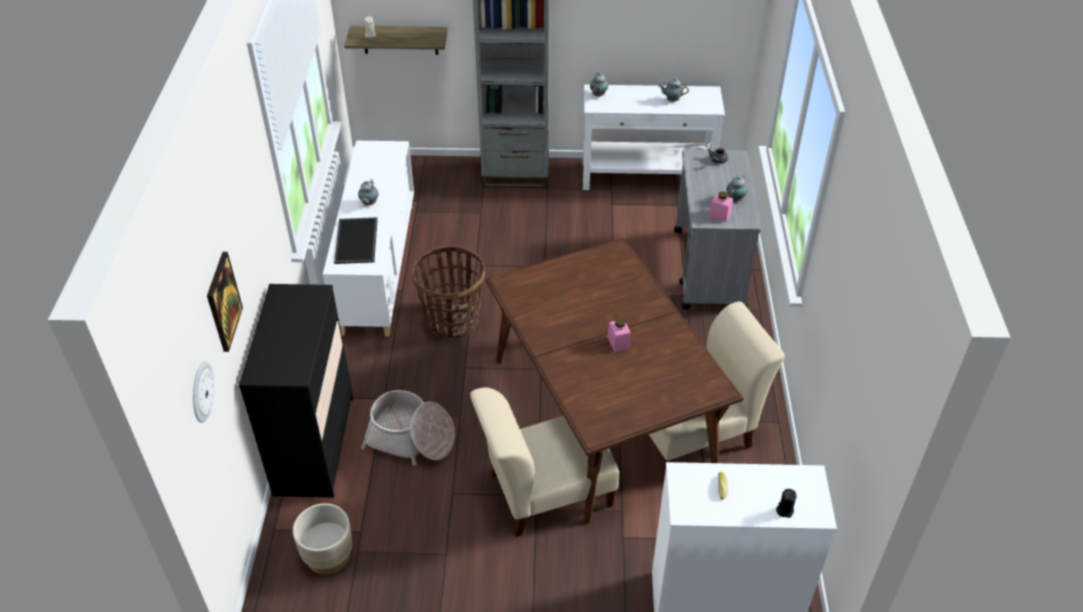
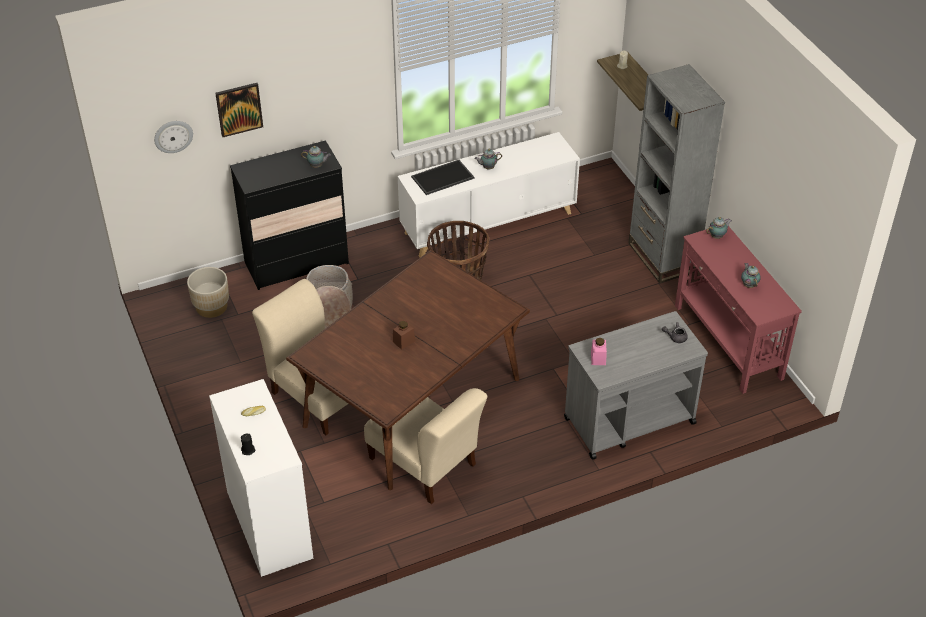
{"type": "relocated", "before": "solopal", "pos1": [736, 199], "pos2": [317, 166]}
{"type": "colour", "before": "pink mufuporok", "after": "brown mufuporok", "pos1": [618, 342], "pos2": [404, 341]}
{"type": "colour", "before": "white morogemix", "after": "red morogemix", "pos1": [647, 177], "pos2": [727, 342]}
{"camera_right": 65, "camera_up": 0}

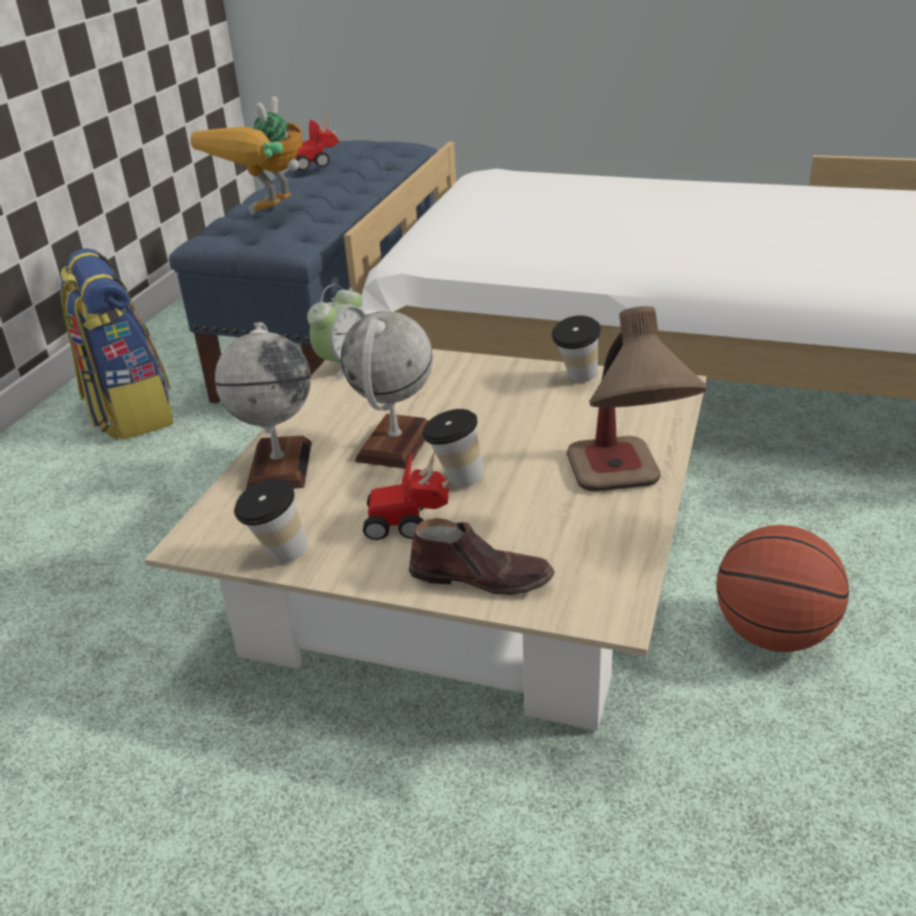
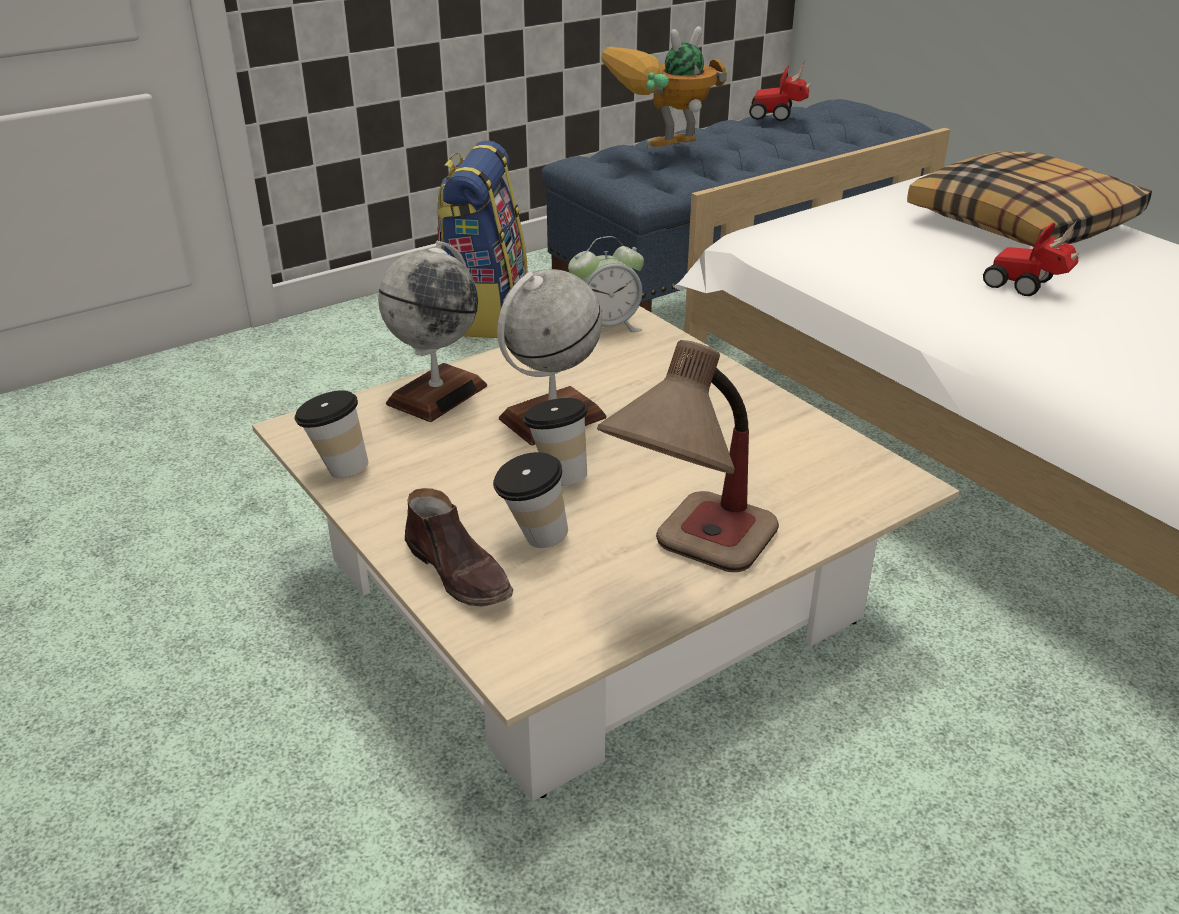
{"type": "relocated", "before": "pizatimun", "pos1": [576, 379], "pos2": [532, 539]}
{"type": "appeared", "after": "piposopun", "pos2": [1023, 225]}
{"type": "relocated", "before": "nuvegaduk", "pos1": [409, 523], "pos2": [1027, 287]}
{"type": "missing", "before": "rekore", "pos1": [773, 634]}
{"camera_right": 35, "camera_up": 0}

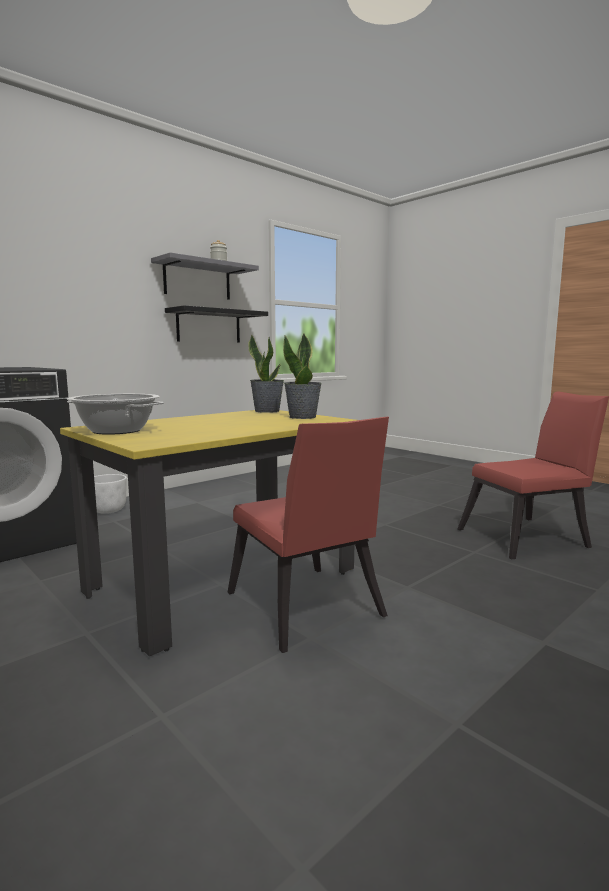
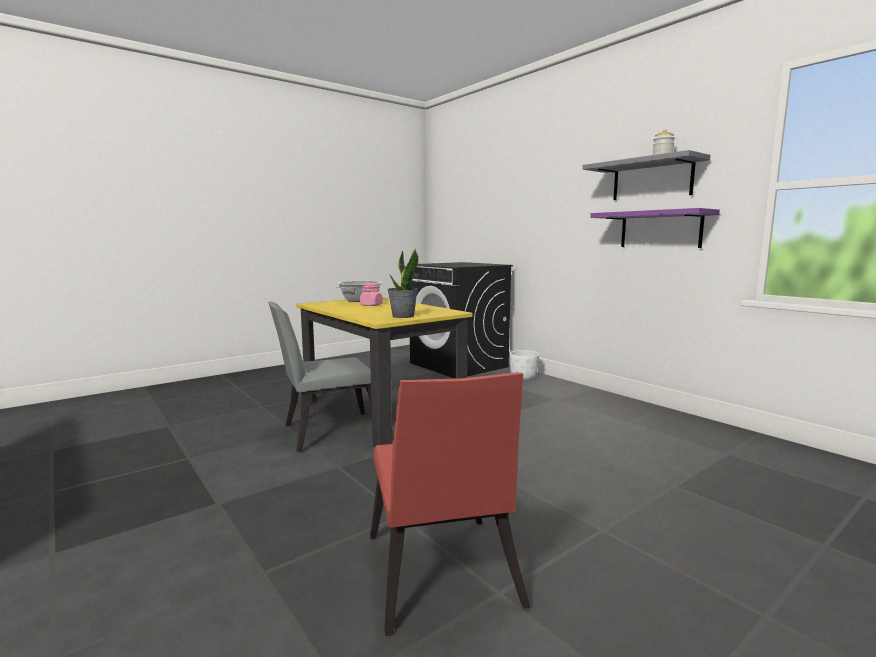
{"type": "colour", "before": "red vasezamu", "after": "grey vasezamu", "pos1": [306, 610], "pos2": [326, 432]}
{"type": "appeared", "after": "pink mufuporok", "pos2": [371, 305]}
{"type": "colour", "before": "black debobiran", "after": "purple debobiran", "pos1": [209, 326], "pos2": [660, 229]}
{"type": "missing", "before": "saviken", "pos1": [267, 411]}
{"camera_right": 95, "camera_up": 0}

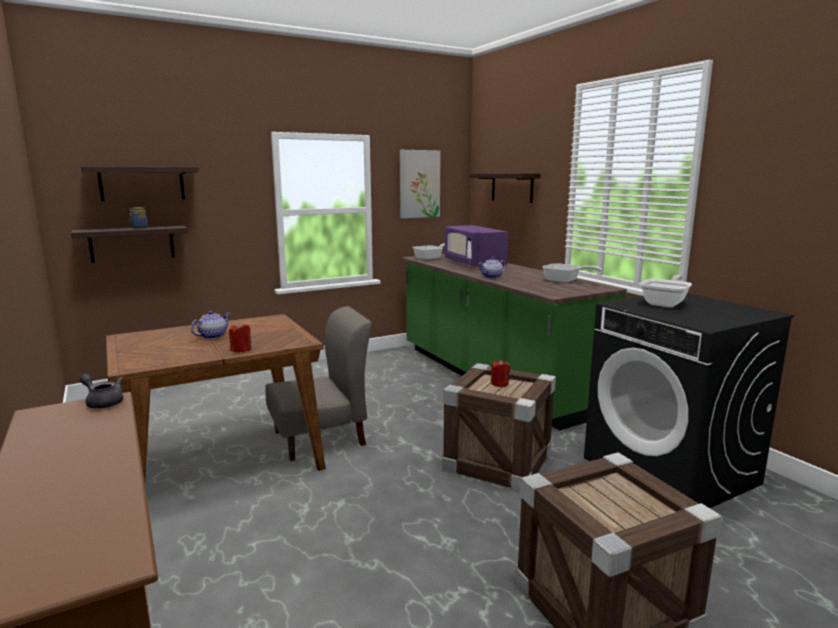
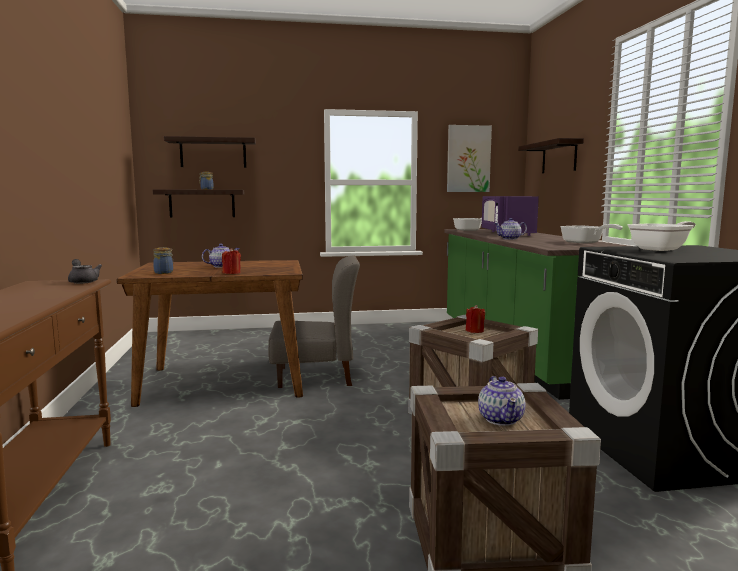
{"type": "appeared", "after": "mufuporok", "pos2": [164, 272]}
{"type": "appeared", "after": "solopal", "pos2": [501, 419]}
{"camera_right": 20, "camera_up": -5}

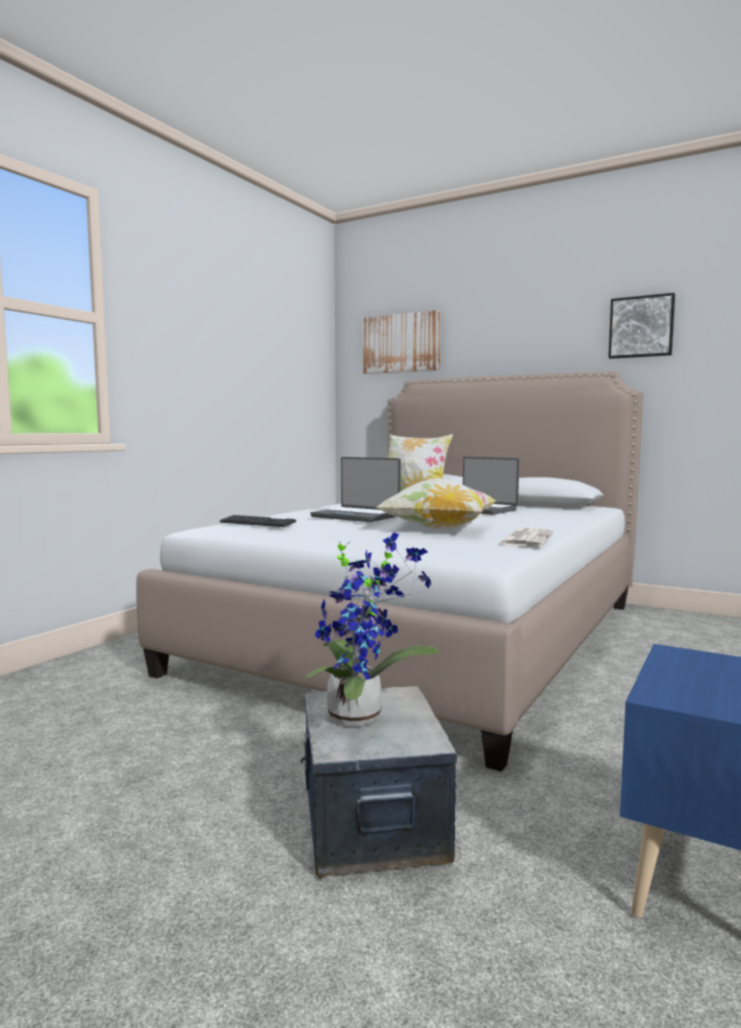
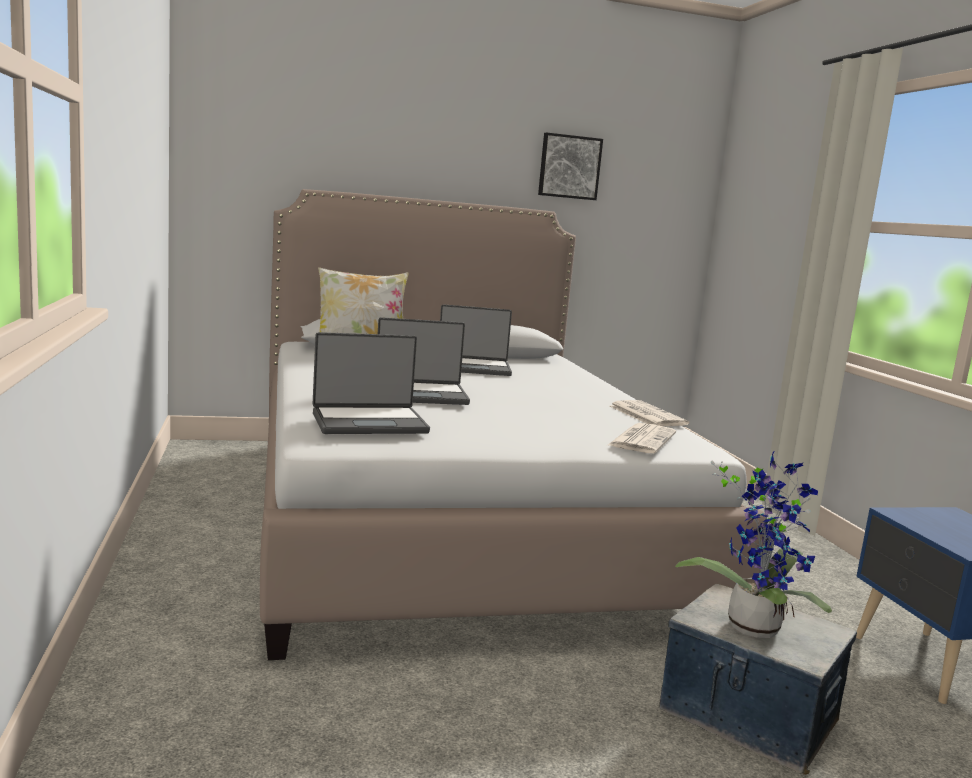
{"type": "exchanged", "before": "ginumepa", "after": "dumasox", "pos1": [257, 523], "pos2": [369, 422]}
{"type": "appeared", "after": "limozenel", "pos2": [642, 439]}
{"type": "missing", "before": "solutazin", "pos1": [401, 343]}
{"type": "missing", "before": "piposopun", "pos1": [438, 529]}
{"camera_right": -45, "camera_up": 5}

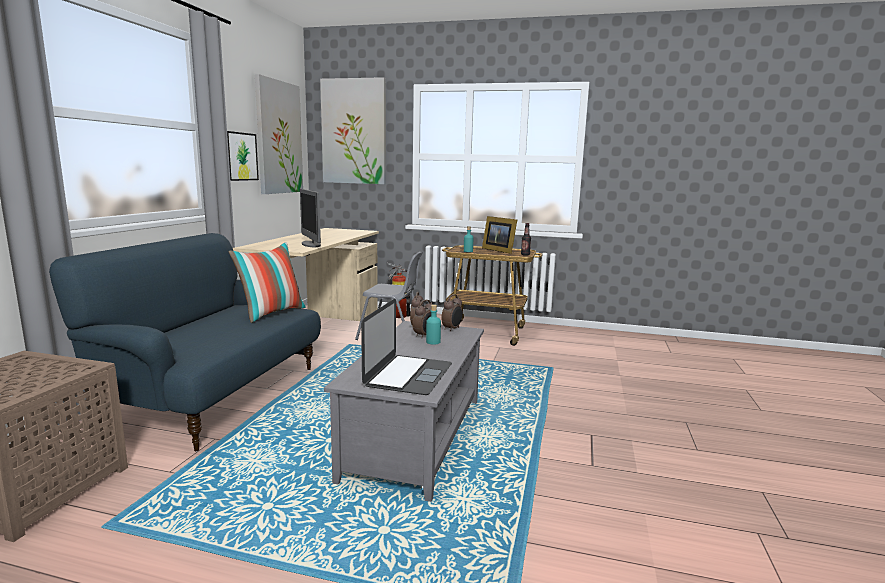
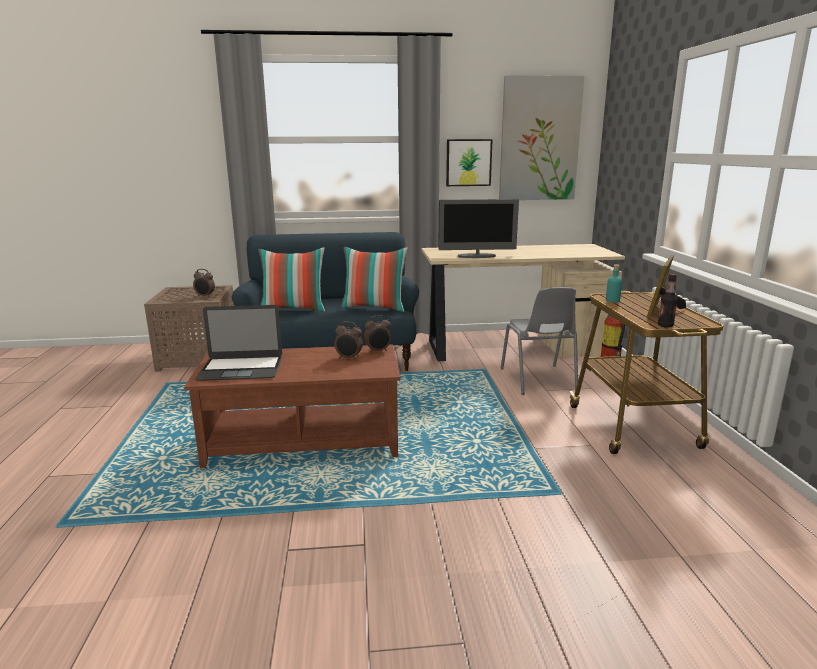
{"type": "colour", "before": "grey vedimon", "after": "brown vedimon", "pos1": [414, 437], "pos2": [304, 441]}
{"type": "relocated", "before": "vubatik", "pos1": [452, 329], "pos2": [205, 296]}
{"type": "appeared", "after": "piposopun", "pos2": [294, 309]}
{"type": "spun", "before": "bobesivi", "pos1": [311, 244], "pos2": [477, 256], "turn": -135}
{"type": "missing", "before": "solutazin", "pos1": [354, 132]}
{"type": "missing", "before": "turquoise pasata", "pos1": [433, 342]}
{"camera_right": 70, "camera_up": 5}

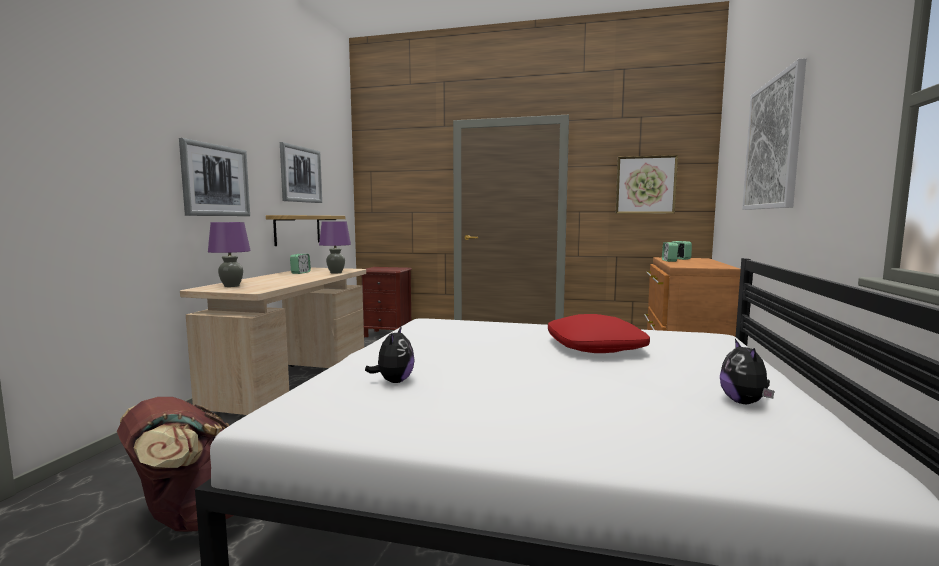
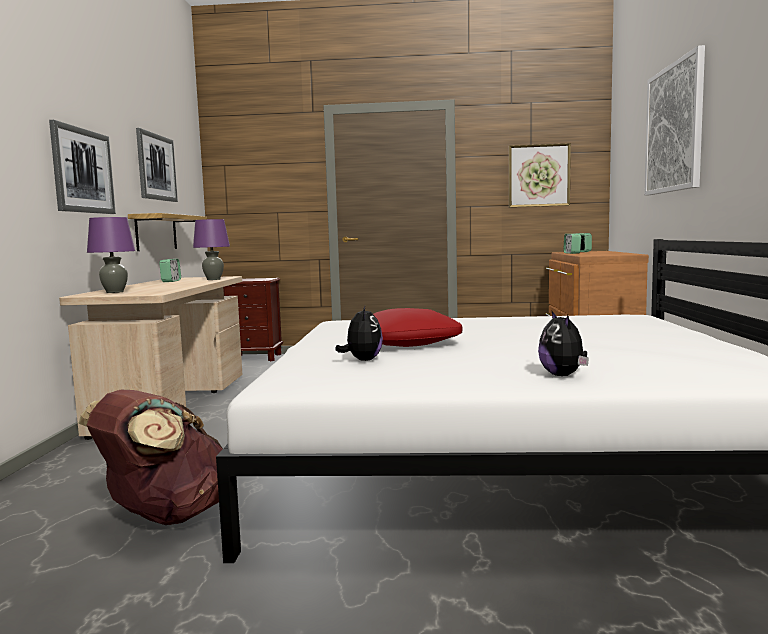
{"type": "relocated", "before": "red piposopun", "pos1": [595, 346], "pos2": [408, 342]}
{"type": "relocated", "before": "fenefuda", "pos1": [744, 402], "pos2": [563, 375]}
{"camera_right": -10, "camera_up": 0}

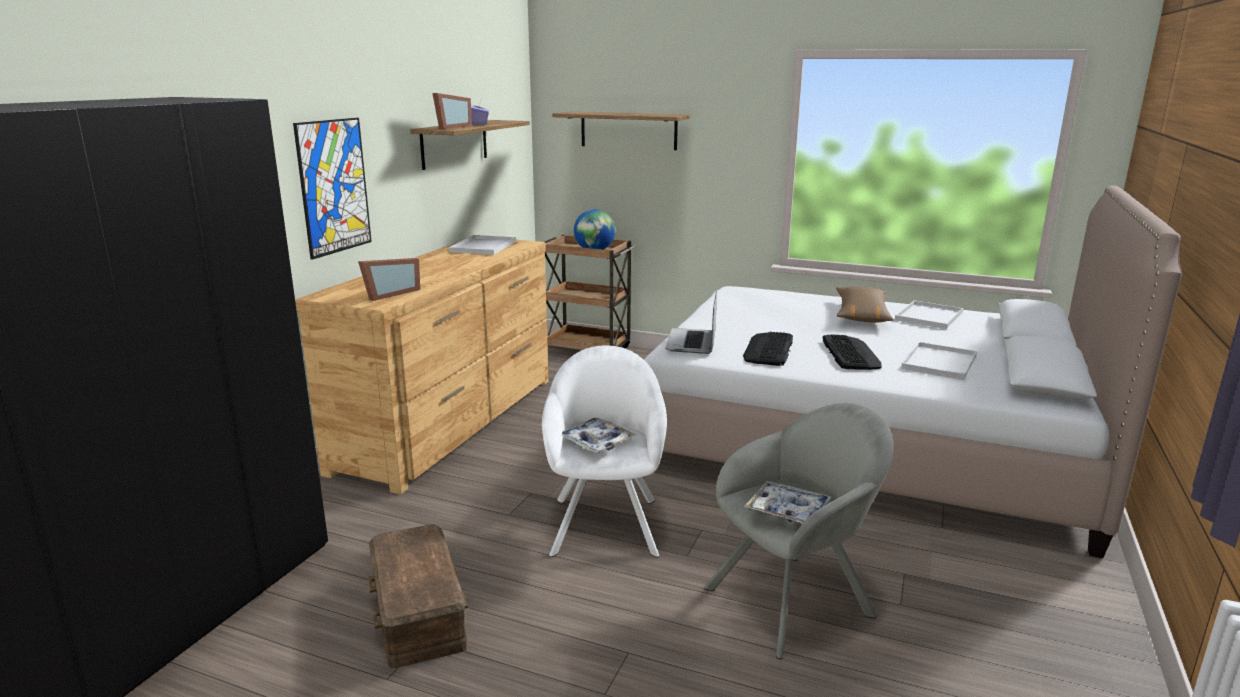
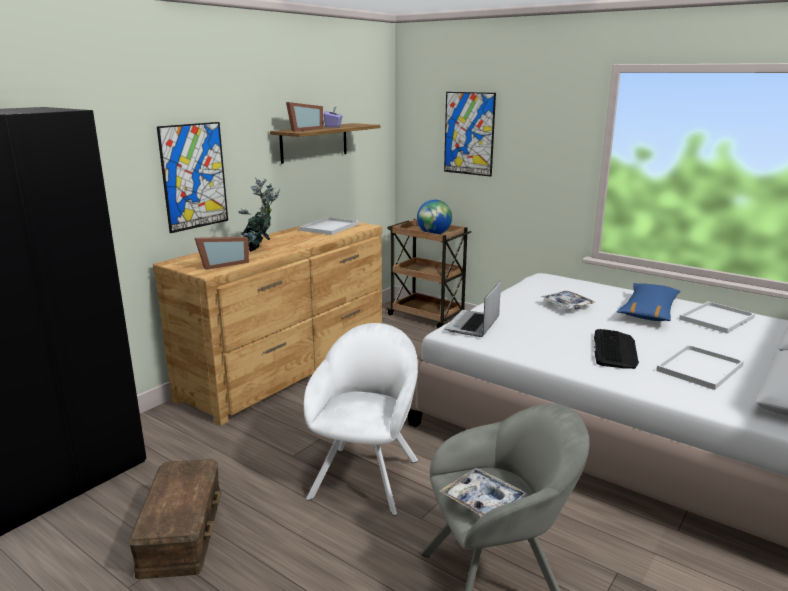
{"type": "appeared", "after": "saviken", "pos2": [259, 251]}
{"type": "exchanged", "before": "debobiran", "after": "solutazin", "pos1": [628, 130], "pos2": [469, 133]}
{"type": "relocated", "before": "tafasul", "pos1": [596, 442], "pos2": [567, 305]}
{"type": "colour", "before": "brown piposopun", "after": "blue piposopun", "pos1": [861, 315], "pos2": [649, 311]}
{"type": "missing", "before": "ginumepa", "pos1": [769, 350]}
{"camera_right": 15, "camera_up": 0}

